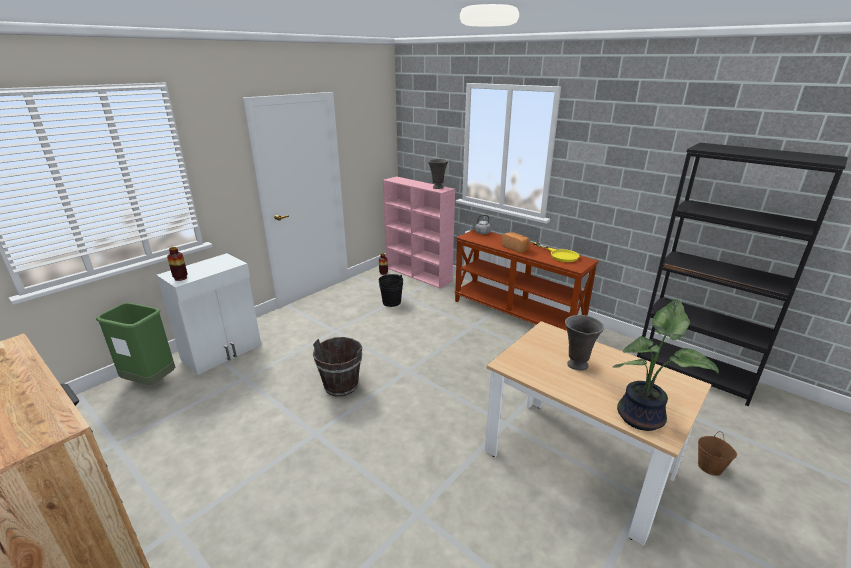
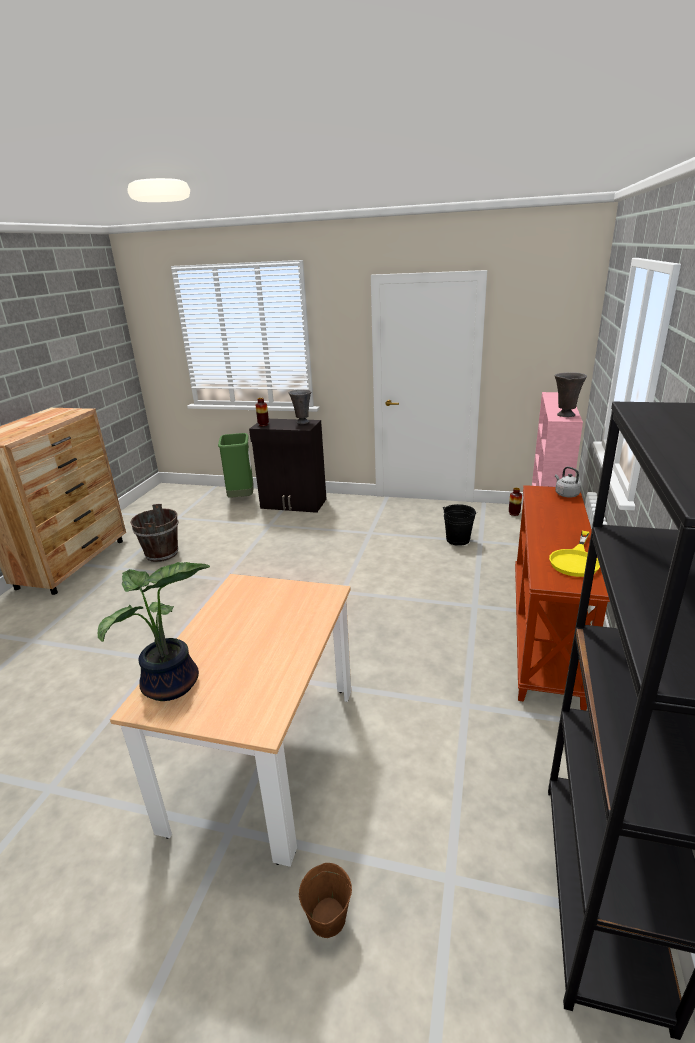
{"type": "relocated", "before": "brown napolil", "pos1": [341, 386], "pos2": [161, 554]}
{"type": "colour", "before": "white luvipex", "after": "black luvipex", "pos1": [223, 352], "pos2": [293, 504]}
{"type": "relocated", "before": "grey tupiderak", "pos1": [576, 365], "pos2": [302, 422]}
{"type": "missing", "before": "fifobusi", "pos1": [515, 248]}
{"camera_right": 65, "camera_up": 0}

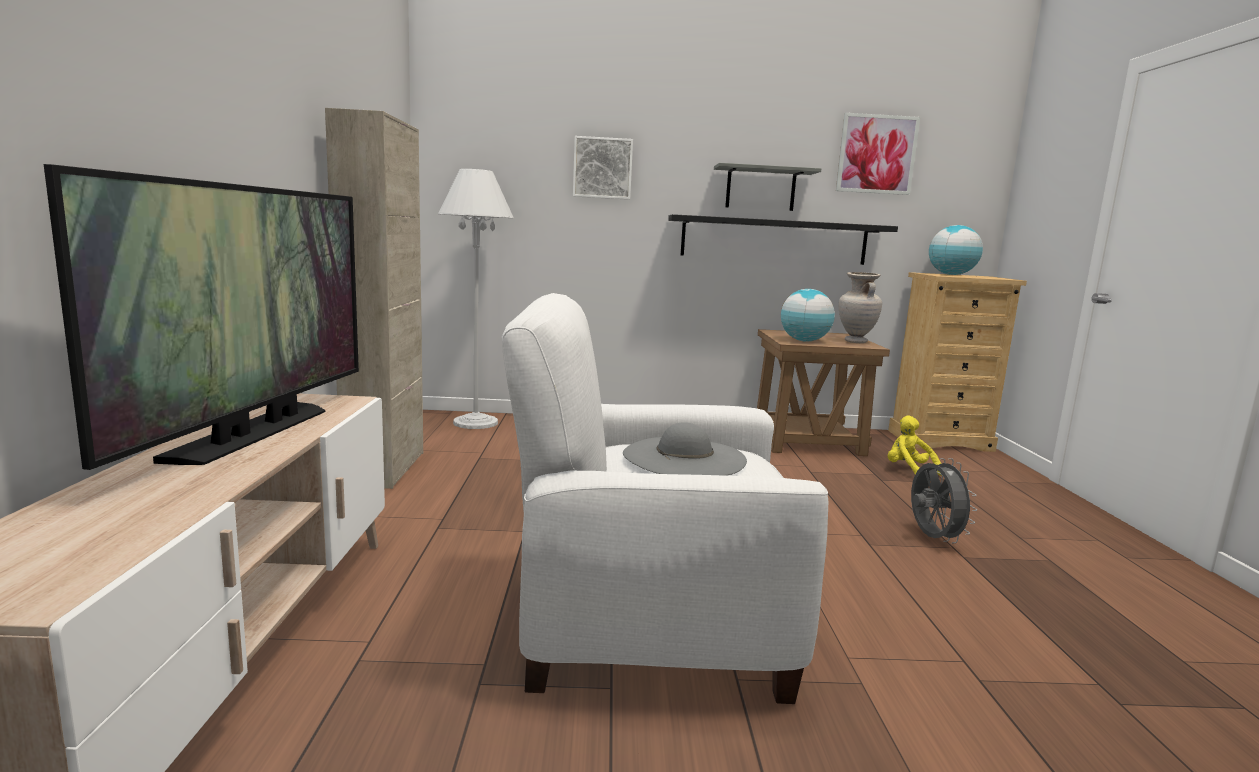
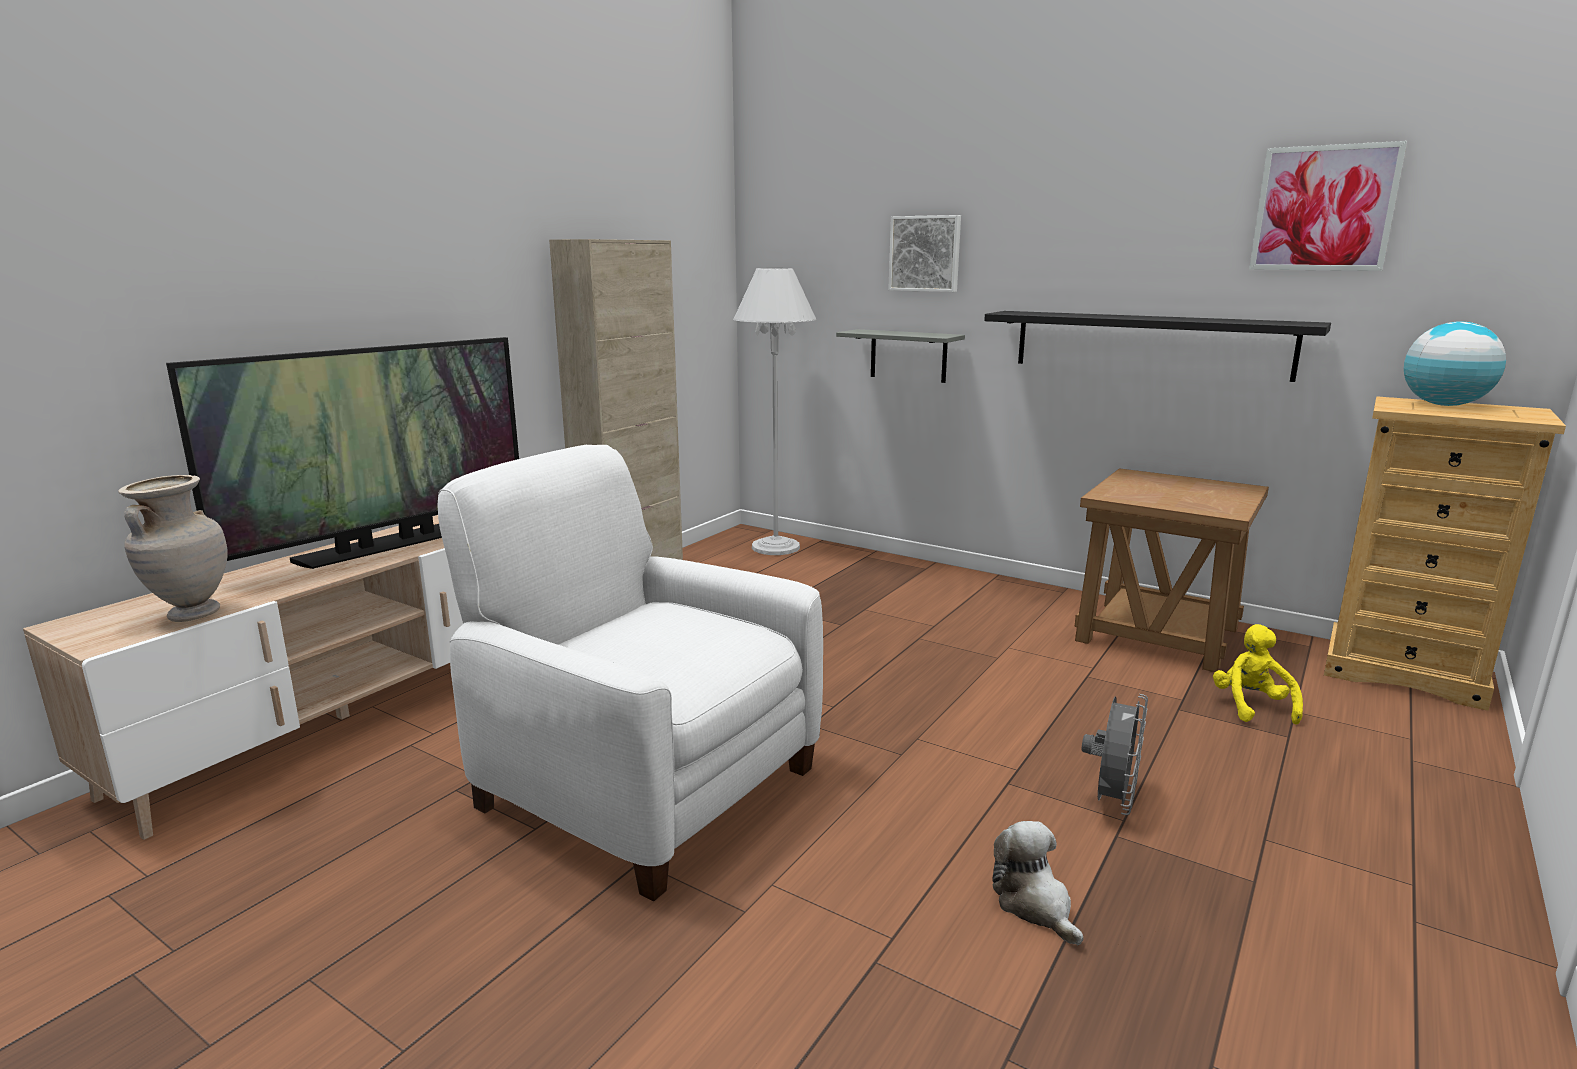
{"type": "relocated", "before": "beige tupiderak", "pos1": [855, 341], "pos2": [191, 614]}
{"type": "relocated", "before": "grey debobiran", "pos1": [760, 189], "pos2": [908, 355]}
{"type": "appeared", "after": "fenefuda", "pos2": [1035, 904]}
{"type": "missing", "before": "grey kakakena", "pos1": [684, 457]}
{"type": "missing", "before": "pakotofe", "pos1": [804, 341]}
{"camera_right": 35, "camera_up": 5}

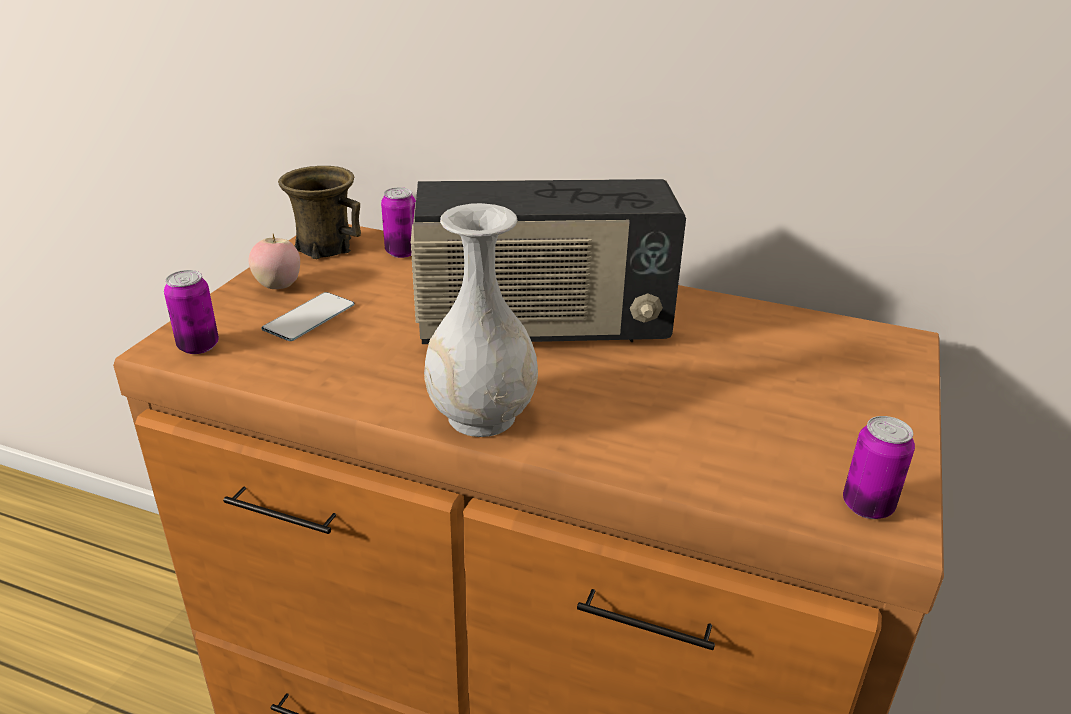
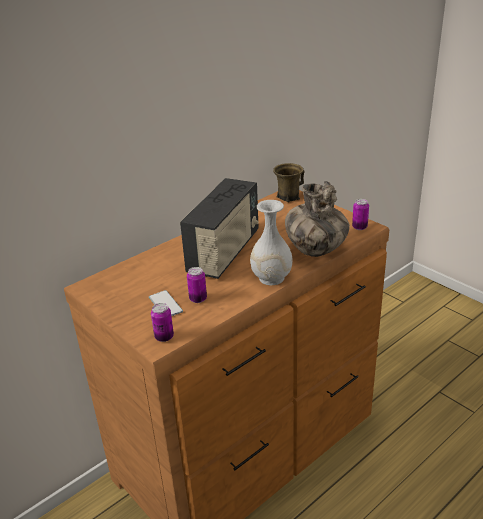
{"type": "relocated", "before": "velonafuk", "pos1": [402, 252], "pos2": [198, 299]}
{"type": "relocated", "before": "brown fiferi", "pos1": [325, 247], "pos2": [288, 196]}
{"type": "appeared", "after": "tupiderak", "pos2": [315, 250]}
{"type": "missing", "before": "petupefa", "pos1": [278, 286]}
{"camera_right": -60, "camera_up": 0}

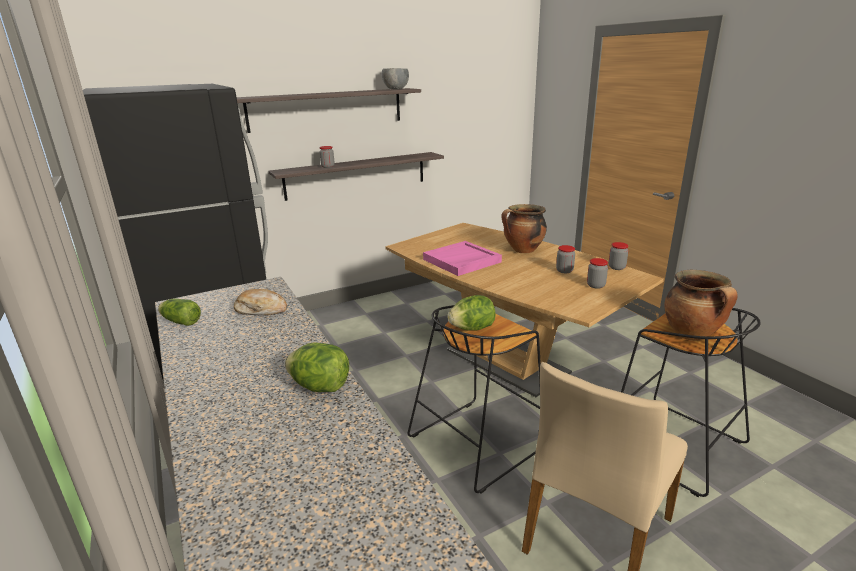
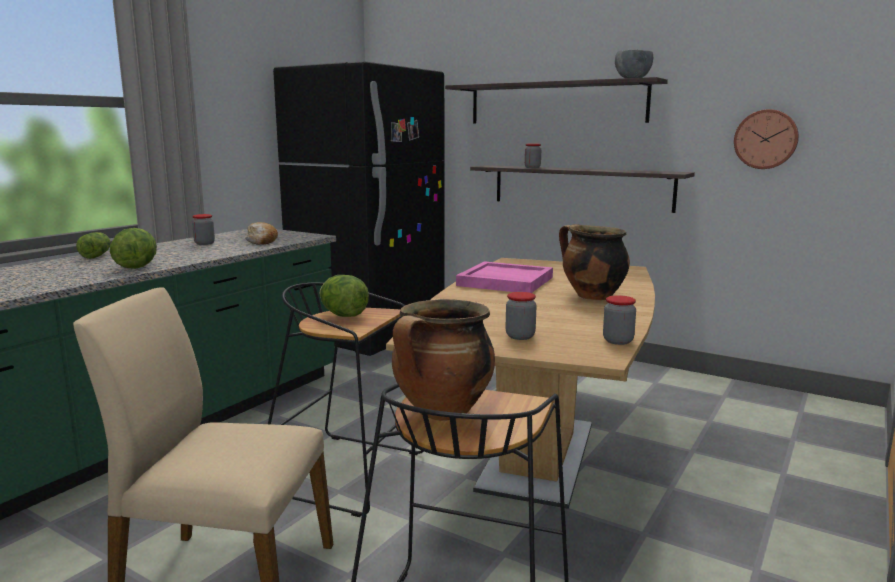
{"type": "relocated", "before": "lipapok", "pos1": [180, 321], "pos2": [97, 255]}
{"type": "relocated", "before": "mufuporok", "pos1": [564, 271], "pos2": [204, 243]}
{"type": "appeared", "after": "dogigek", "pos2": [766, 139]}
{"camera_right": 60, "camera_up": -10}

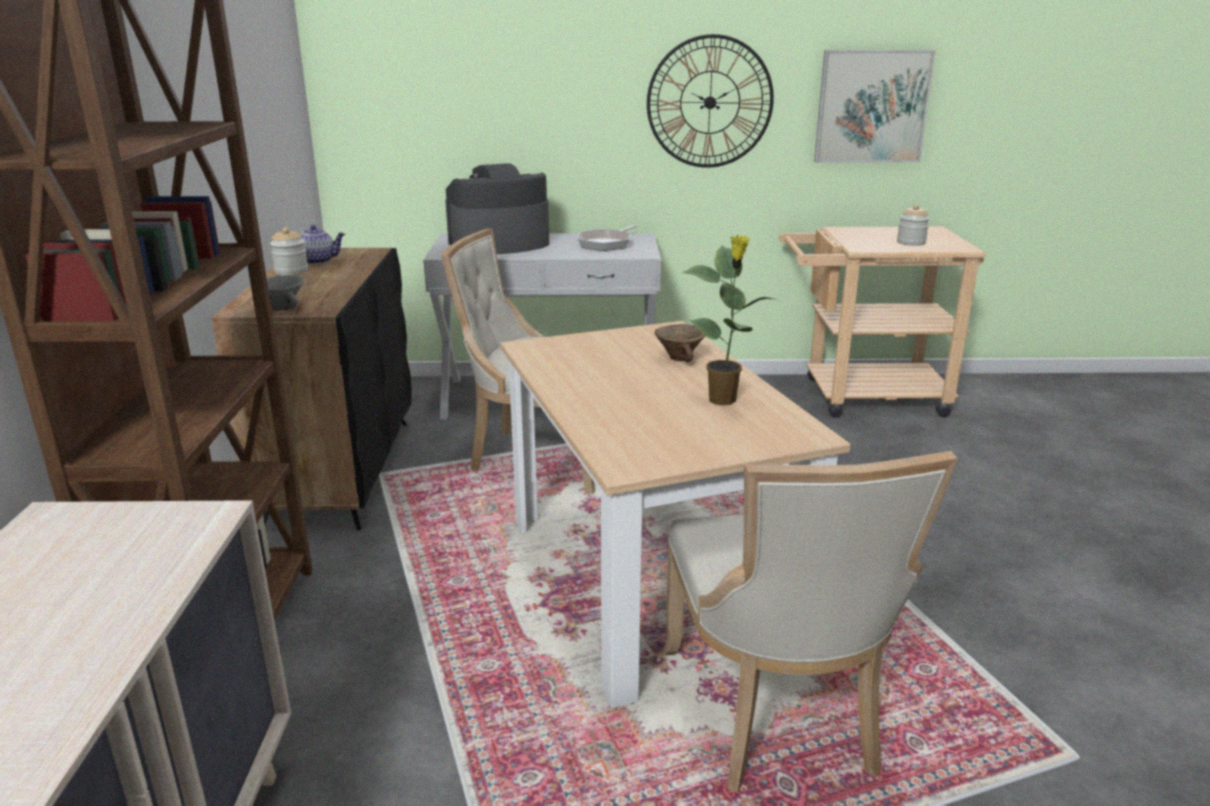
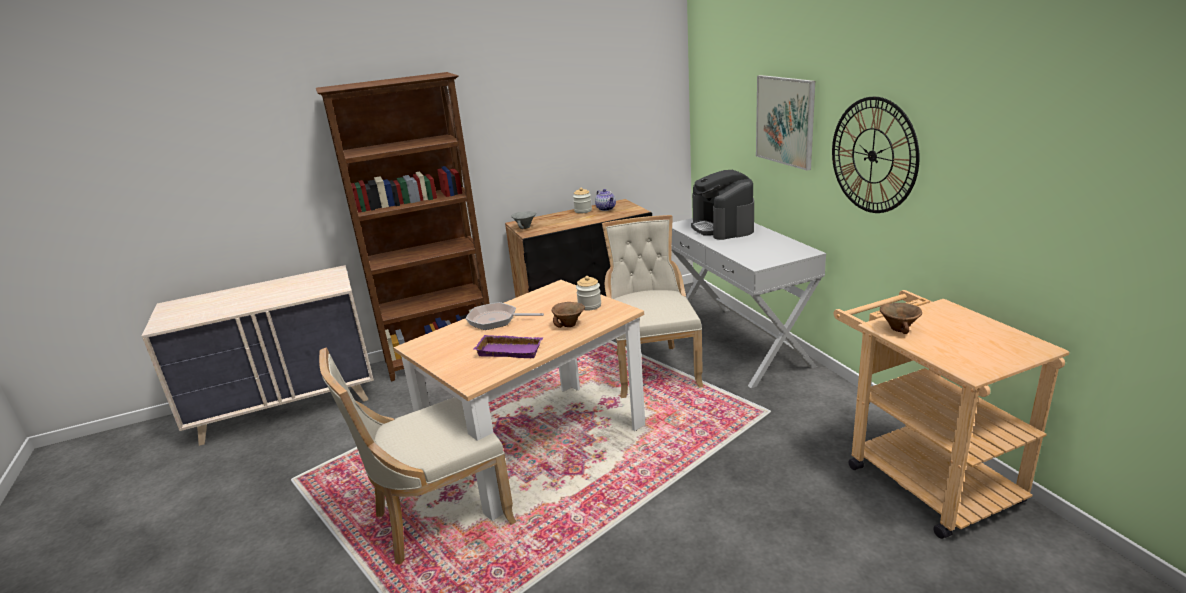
{"type": "relocated", "before": "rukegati", "pos1": [607, 243], "pos2": [496, 320]}
{"type": "exchanged", "before": "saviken", "after": "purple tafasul", "pos1": [723, 400], "pos2": [511, 350]}
{"type": "relocated", "before": "mufuporok", "pos1": [911, 242], "pos2": [589, 305]}
{"type": "spun", "before": "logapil", "pos1": [498, 244], "pos2": [722, 227], "turn": -150}
{"type": "relocated", "before": "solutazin", "pos1": [872, 107], "pos2": [785, 121]}
{"type": "appeared", "after": "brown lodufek", "pos2": [899, 329]}
{"camera_right": 70, "camera_up": 0}

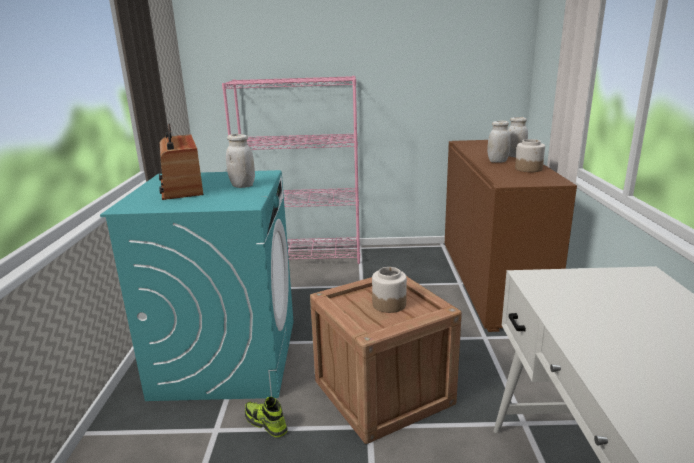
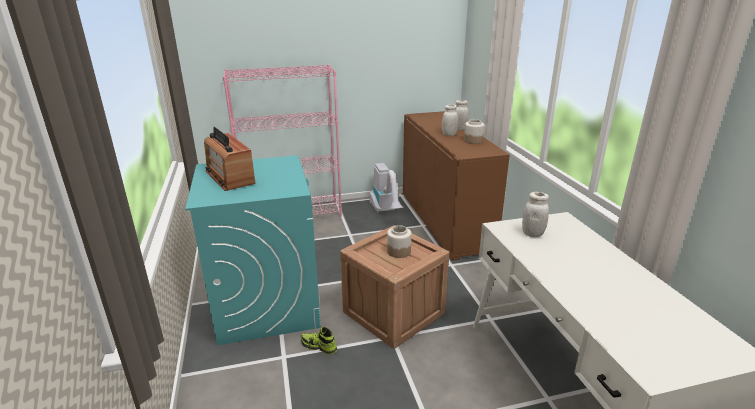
{"type": "appeared", "after": "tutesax", "pos2": [386, 211]}
{"type": "relocated", "before": "white mufuporok", "pos1": [242, 186], "pos2": [532, 234]}
{"camera_right": -15, "camera_up": 5}

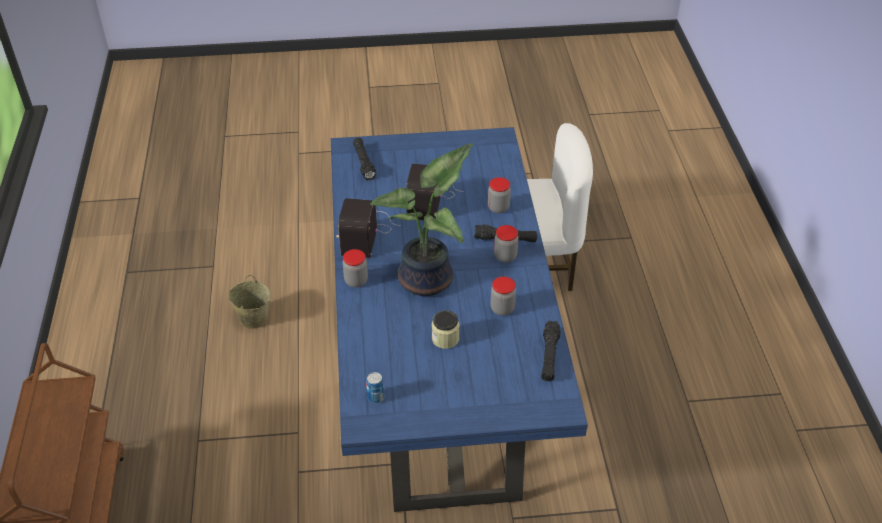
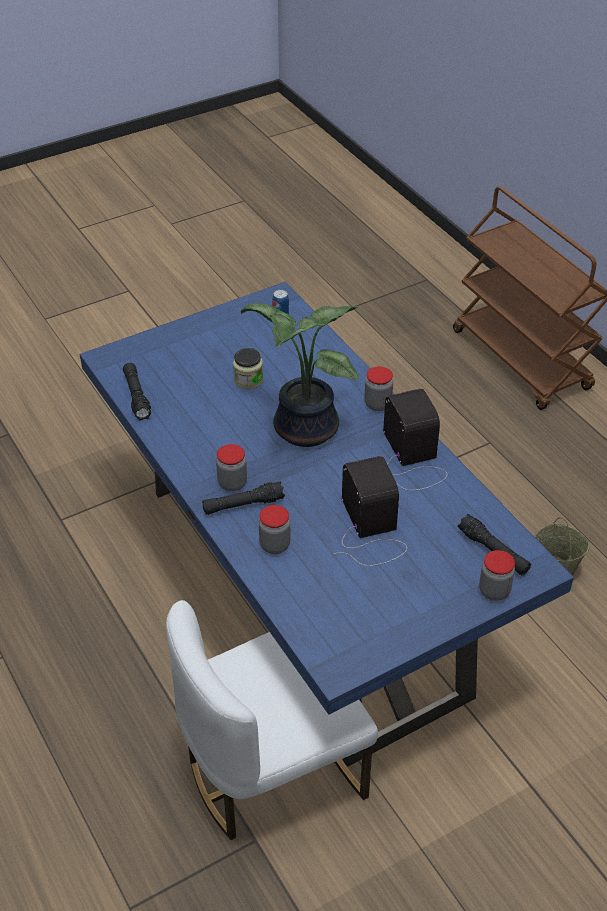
{"type": "relocated", "before": "mufuporok", "pos1": [502, 309], "pos2": [494, 591]}
{"camera_right": 155, "camera_up": 0}

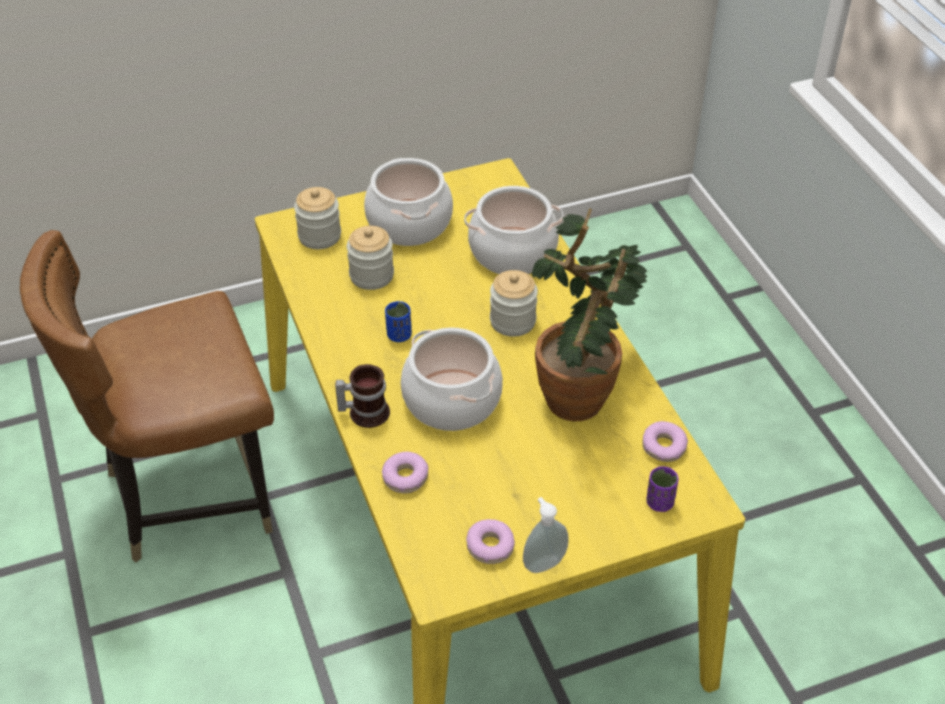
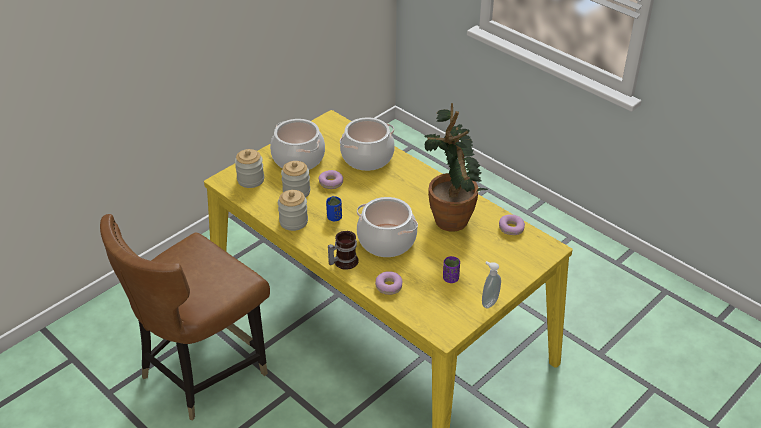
{"type": "relocated", "before": "mufuporok", "pos1": [512, 321], "pos2": [293, 222]}
{"type": "relocated", "before": "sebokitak", "pos1": [490, 546], "pos2": [331, 183]}
{"type": "relocated", "before": "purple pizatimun", "pos1": [659, 502], "pos2": [450, 278]}
{"camera_right": -25, "camera_up": -5}

